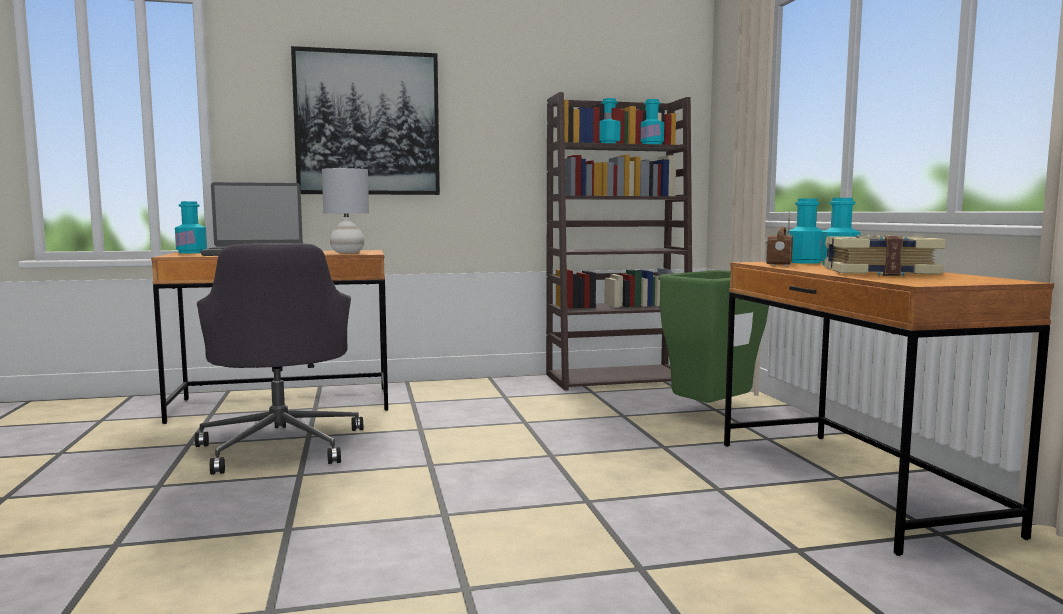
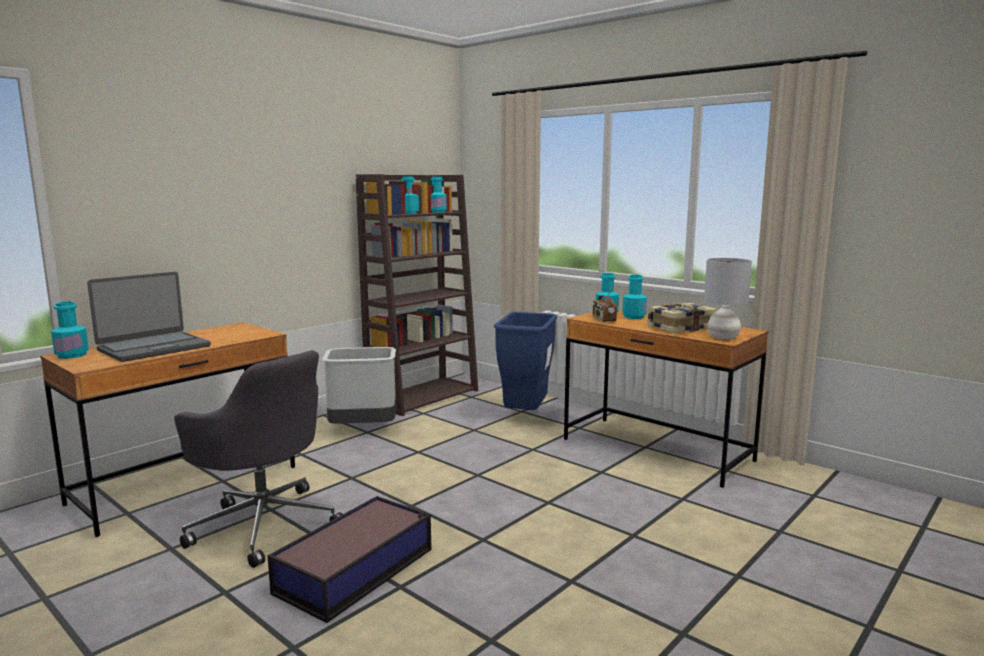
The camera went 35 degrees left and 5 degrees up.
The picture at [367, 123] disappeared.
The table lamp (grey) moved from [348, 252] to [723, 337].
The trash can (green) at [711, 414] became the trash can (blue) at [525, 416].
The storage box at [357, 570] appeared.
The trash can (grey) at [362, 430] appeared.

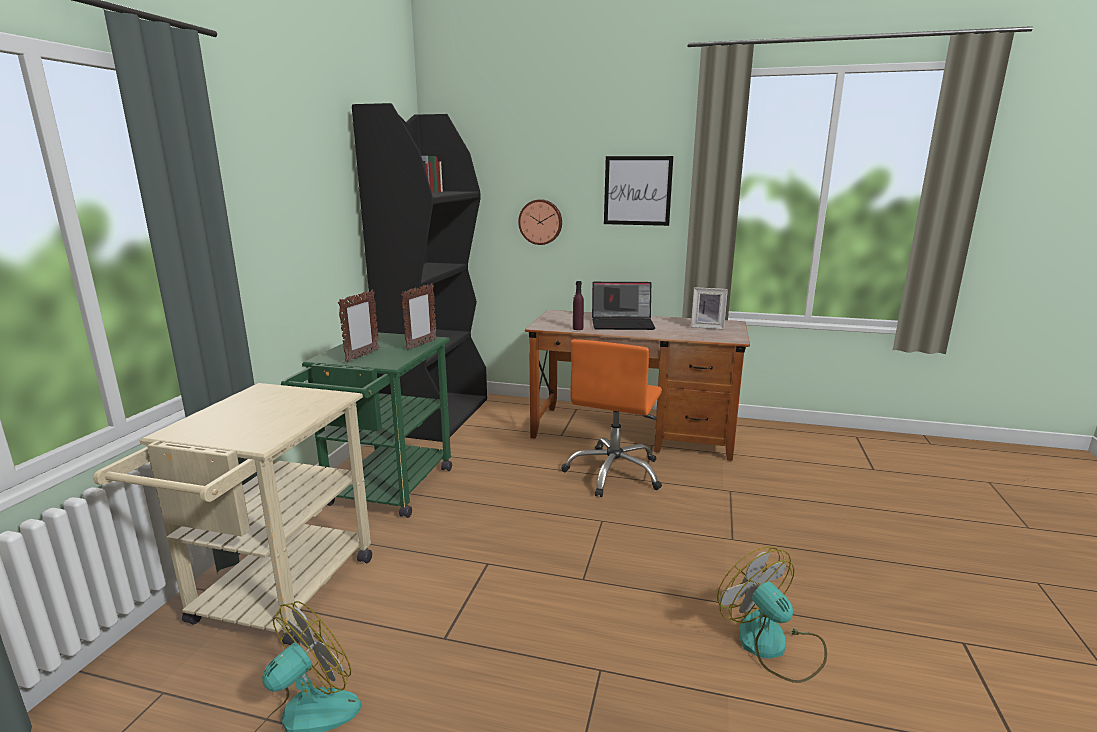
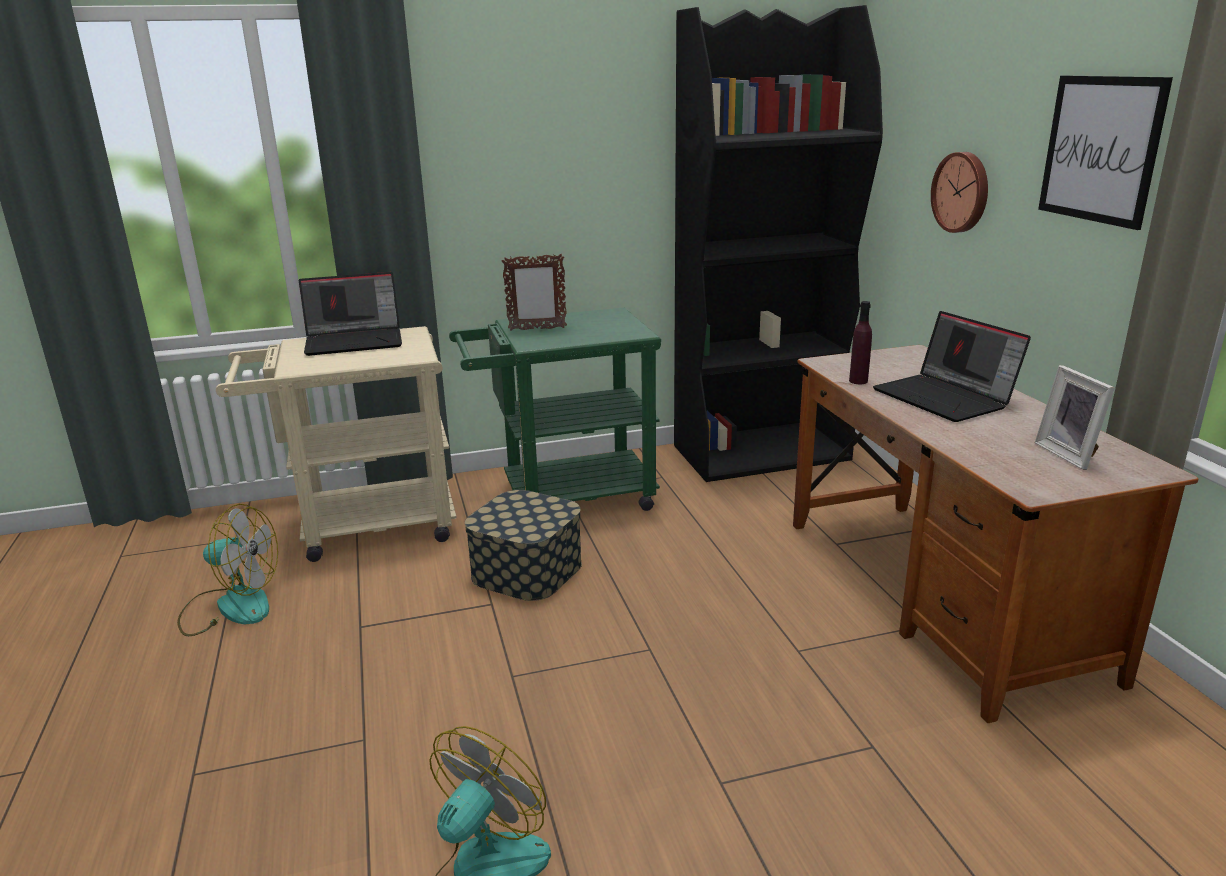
The camera went 60 degrees right and 5 degrees up.
The picture frame at [421, 345] disappeared.
The office chair (orange) at [614, 473] disappeared.
The laptop at [355, 341] appeared.
The storage box at [527, 570] appeared.

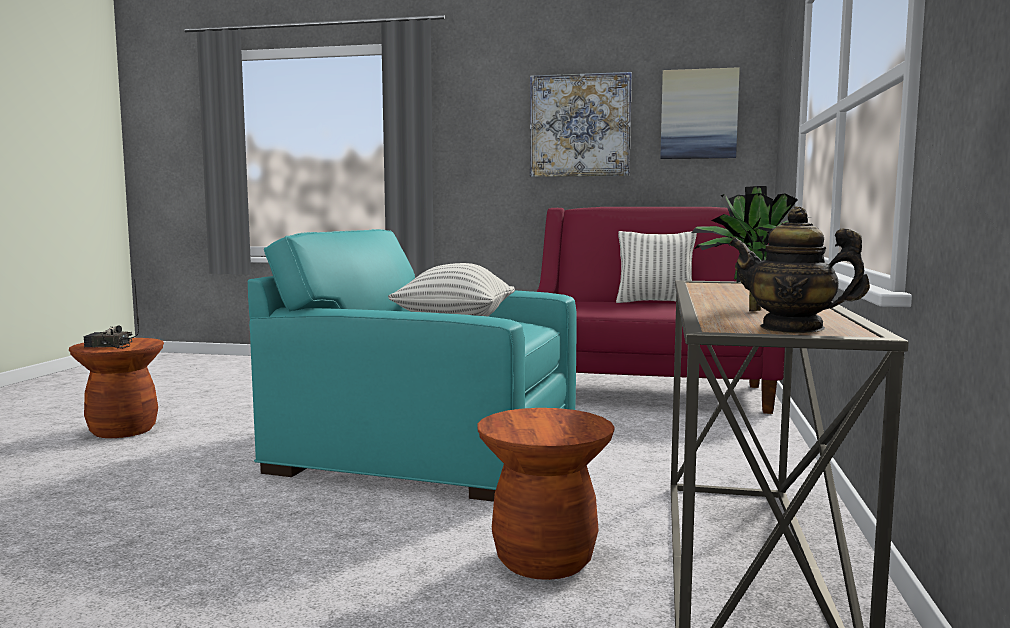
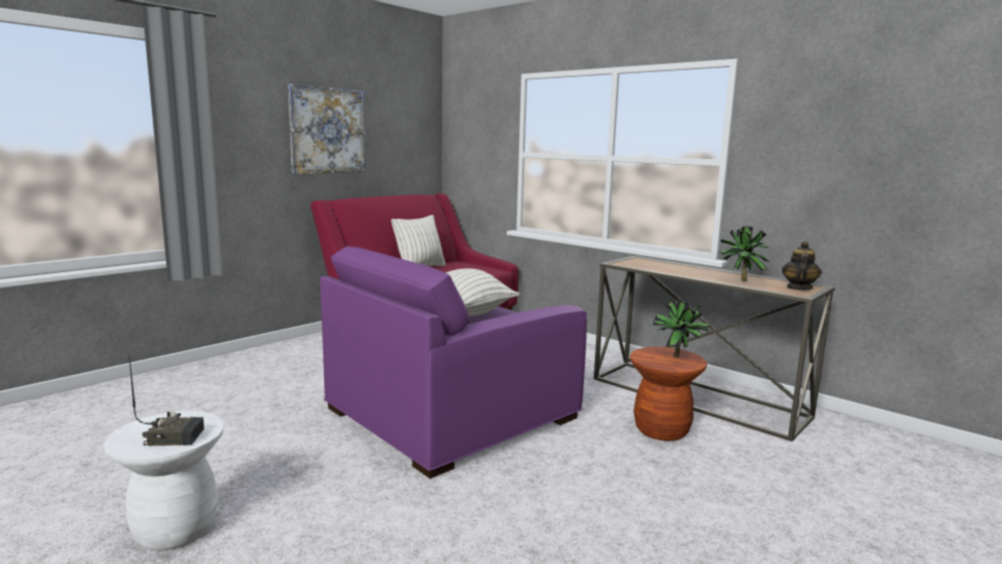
The camera went 60 degrees left and 5 degrees up.
The stool (brown) at [123, 430] became the stool (white) at [176, 530].
The radio at [109, 346] turned 120 degrees counterclockwise.
The armchair (turquoise) at [428, 448] became the armchair (purple) at [451, 413].
The picture at [699, 114] disappeared.
The teapot at [792, 328] turned 150 degrees clockwise.
The potted plant at [679, 358] appeared.

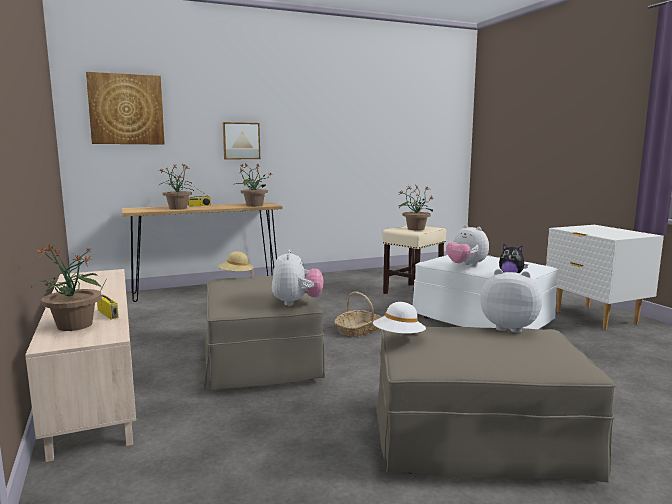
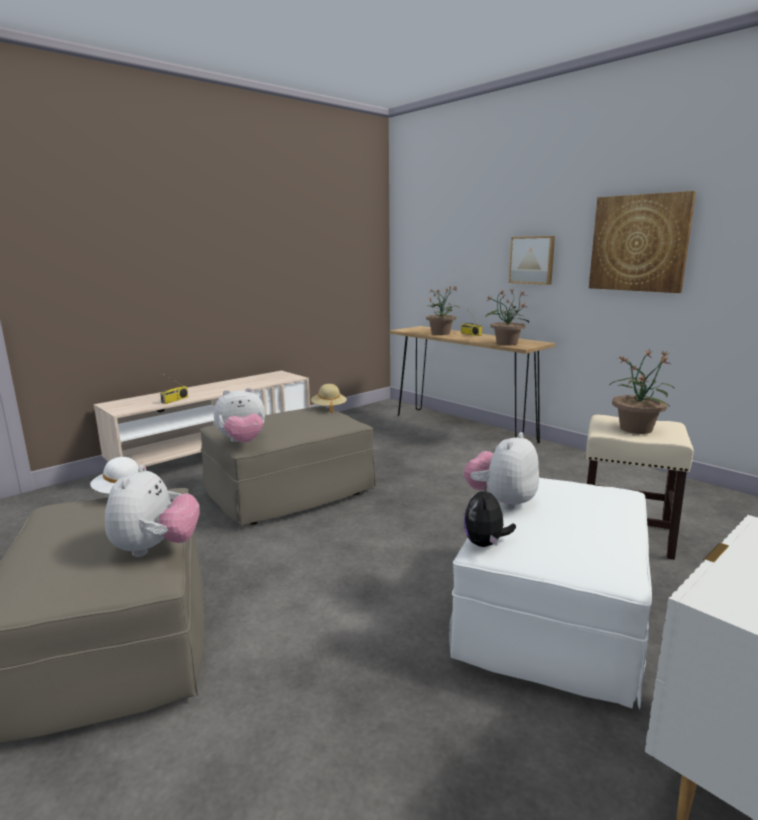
The camera went 70 degrees right and 5 degrees up.
The potted plant at [74, 326] disappeared.
The picture moved from [126, 109] to [639, 243].
The basket at [359, 330] disappeared.

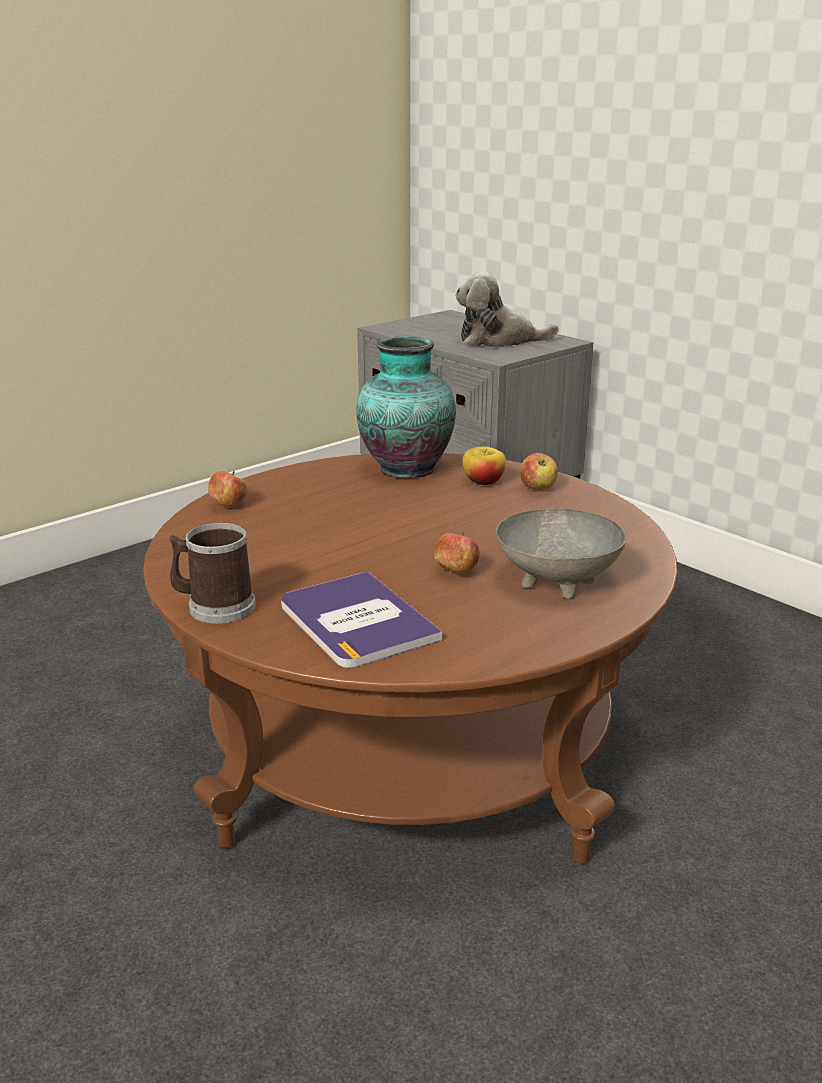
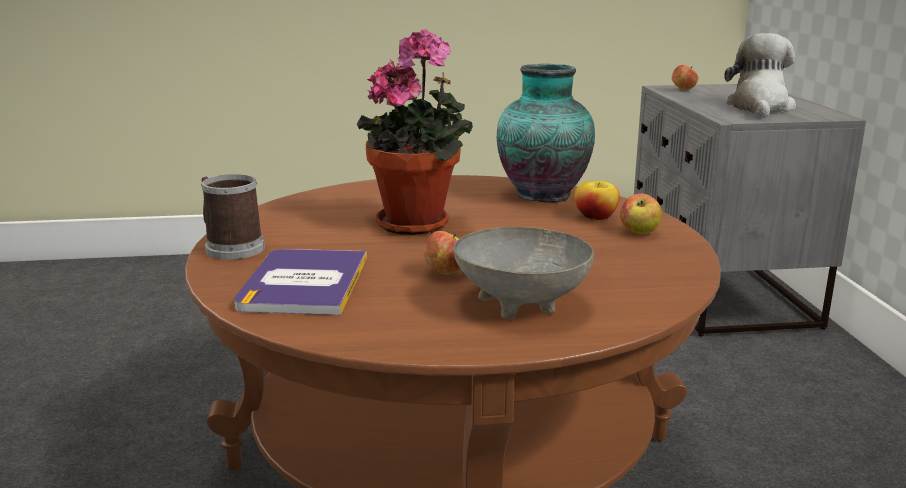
The camera went 35 degrees right and 5 degrees down.
The apple moved from [228, 506] to [683, 90].
The plush toy at [499, 341] turned 75 degrees clockwise.
The potted plant at [419, 223] appeared.

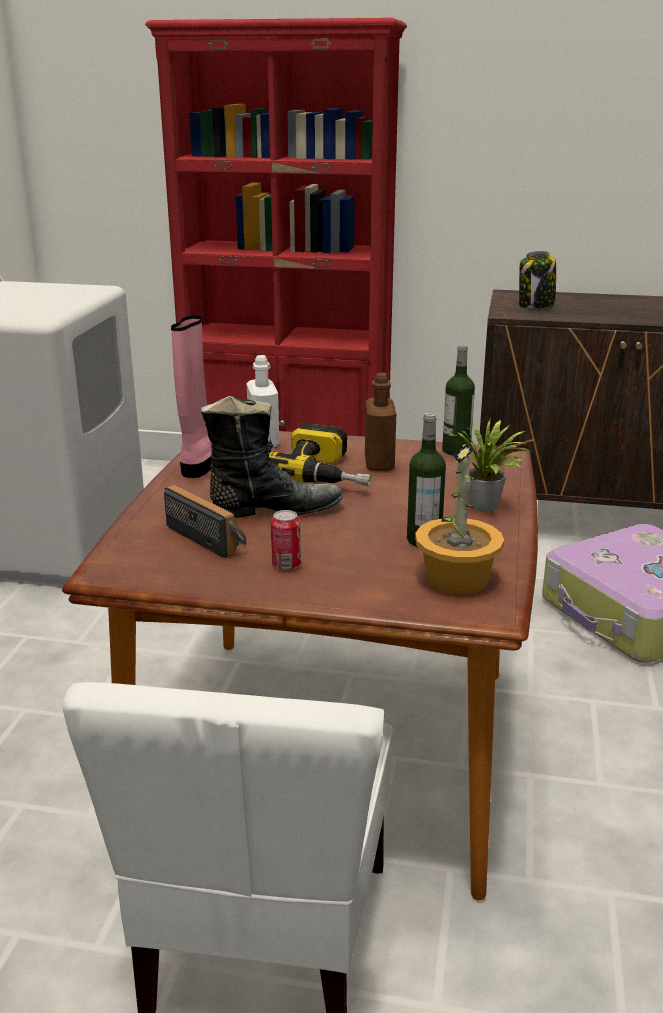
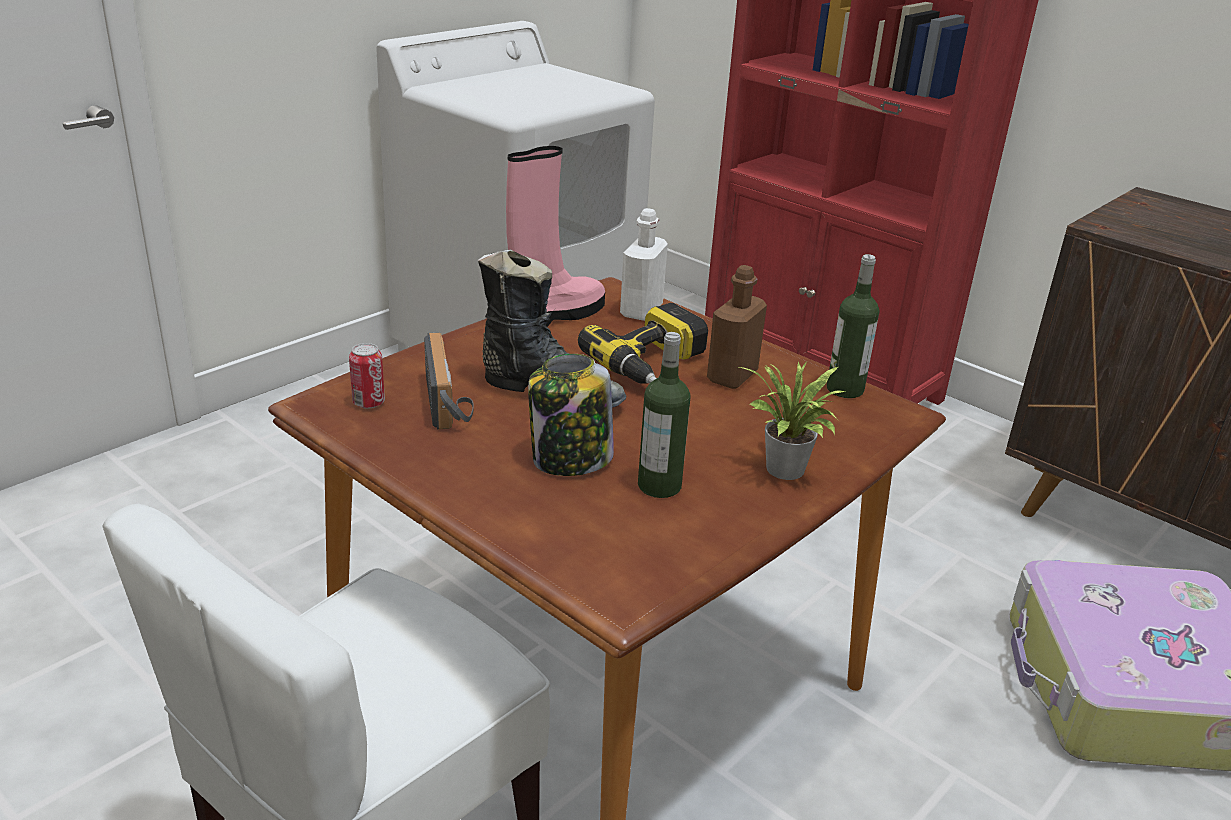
The camera went 30 degrees right and 5 degrees up.
The can moved from [286, 565] to [368, 403].
The potted plant at [457, 579] disappeared.
The jar moved from [536, 305] to [570, 460].

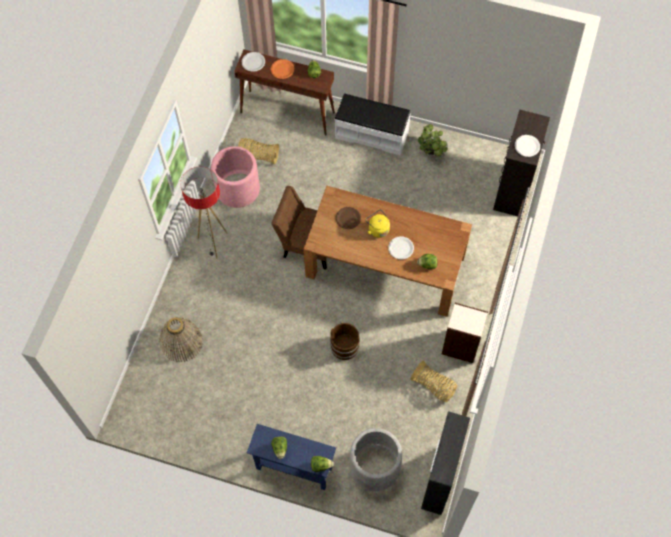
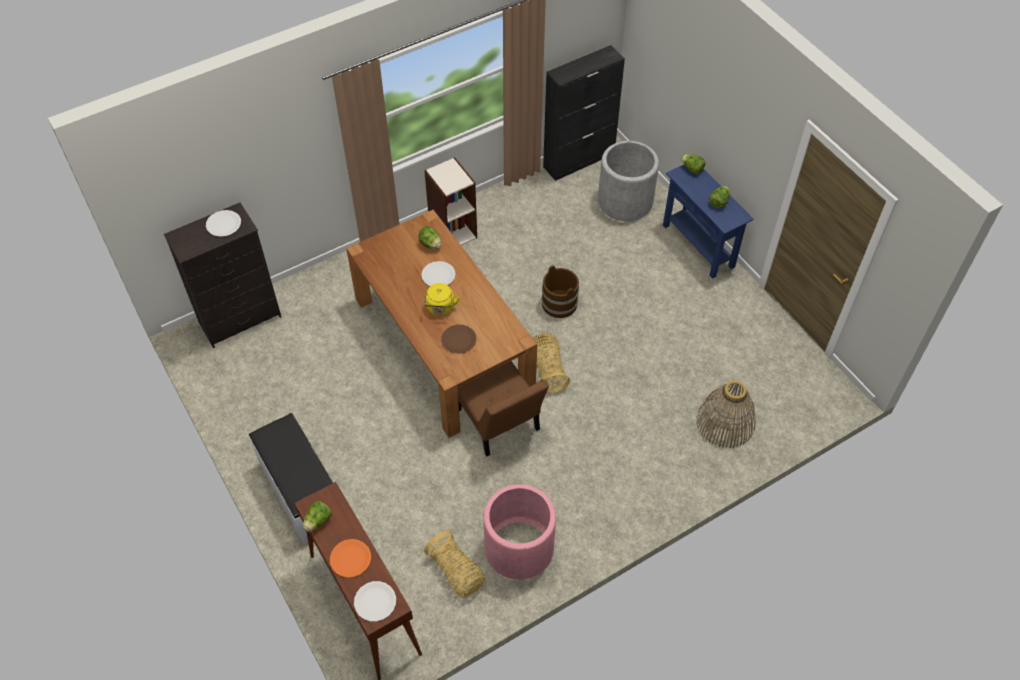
The camera went 140 degrees left and 10 degrees down.
The floor lamp at [213, 243] disappeared.
The basket moved from [433, 386] to [548, 369].
The potted plant at [431, 152] disappeared.

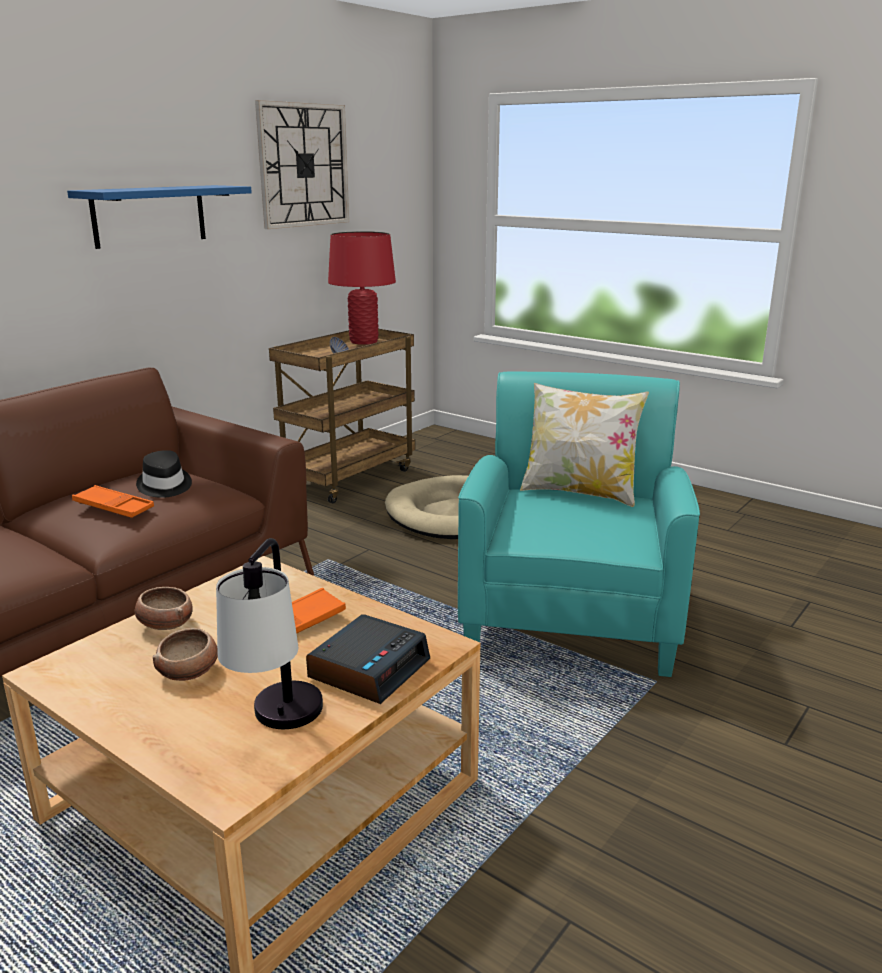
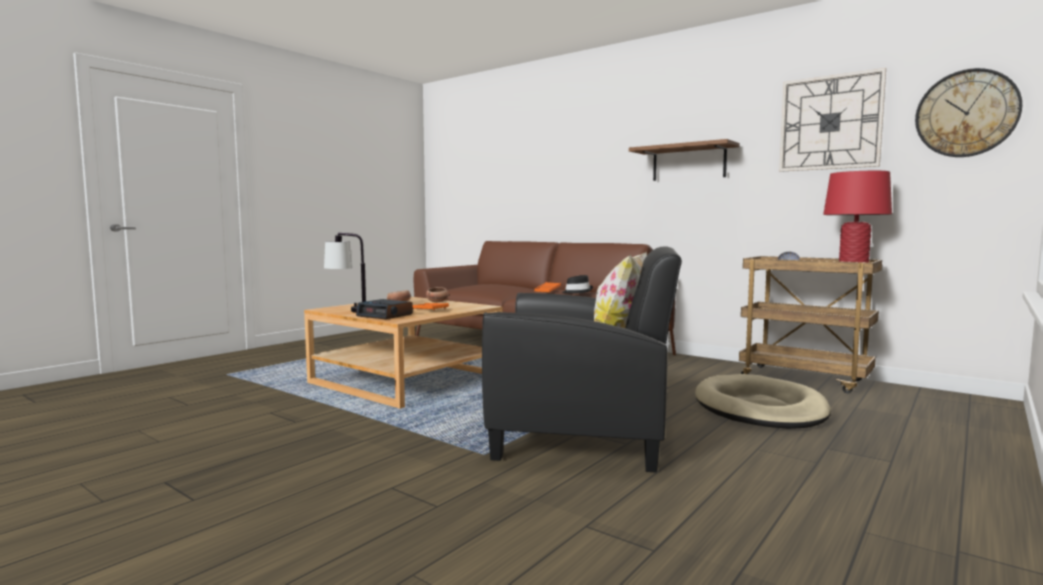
The camera went 90 degrees right and 15 degrees down.
The shelf (blue) at [149, 215] became the shelf (brown) at [689, 163].
The armchair (turquoise) at [571, 616] became the armchair (black) at [582, 436].
The wall clock at [966, 113] appeared.

